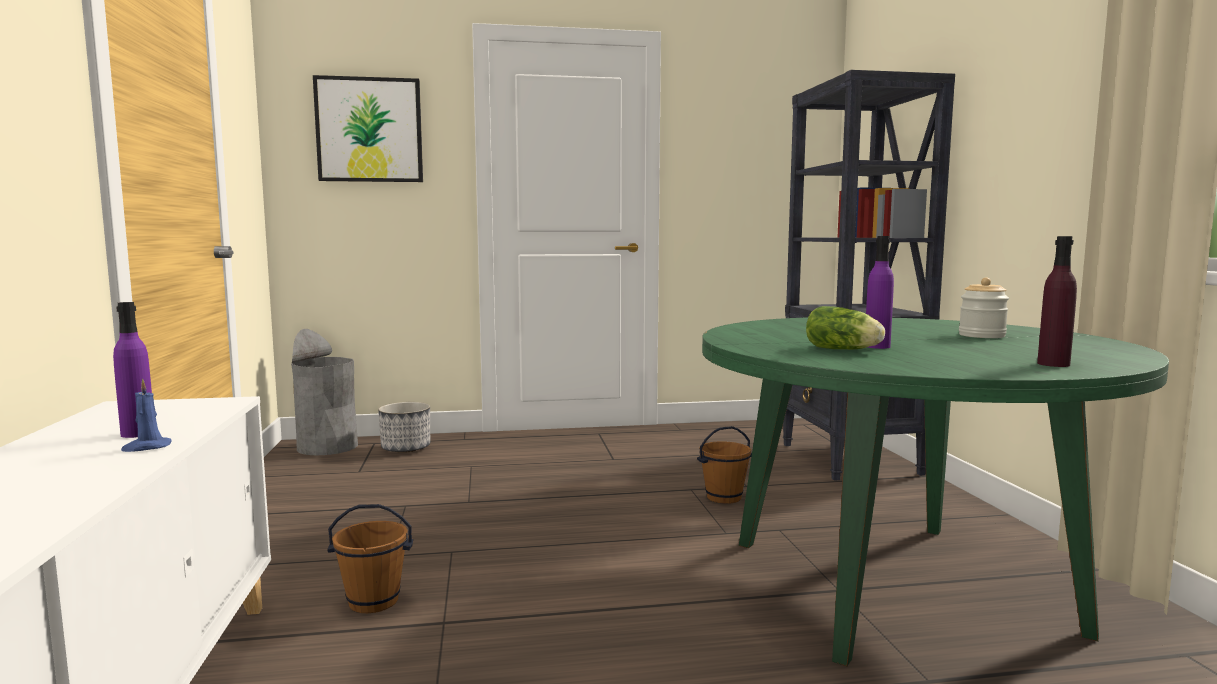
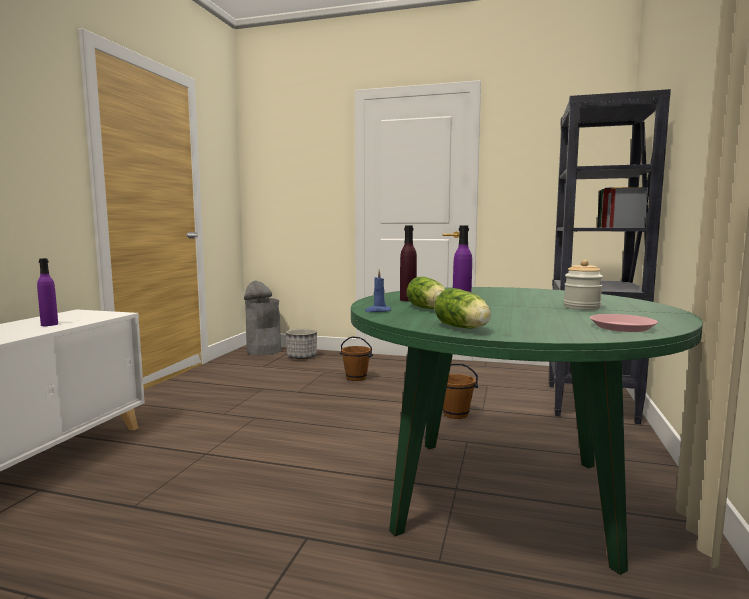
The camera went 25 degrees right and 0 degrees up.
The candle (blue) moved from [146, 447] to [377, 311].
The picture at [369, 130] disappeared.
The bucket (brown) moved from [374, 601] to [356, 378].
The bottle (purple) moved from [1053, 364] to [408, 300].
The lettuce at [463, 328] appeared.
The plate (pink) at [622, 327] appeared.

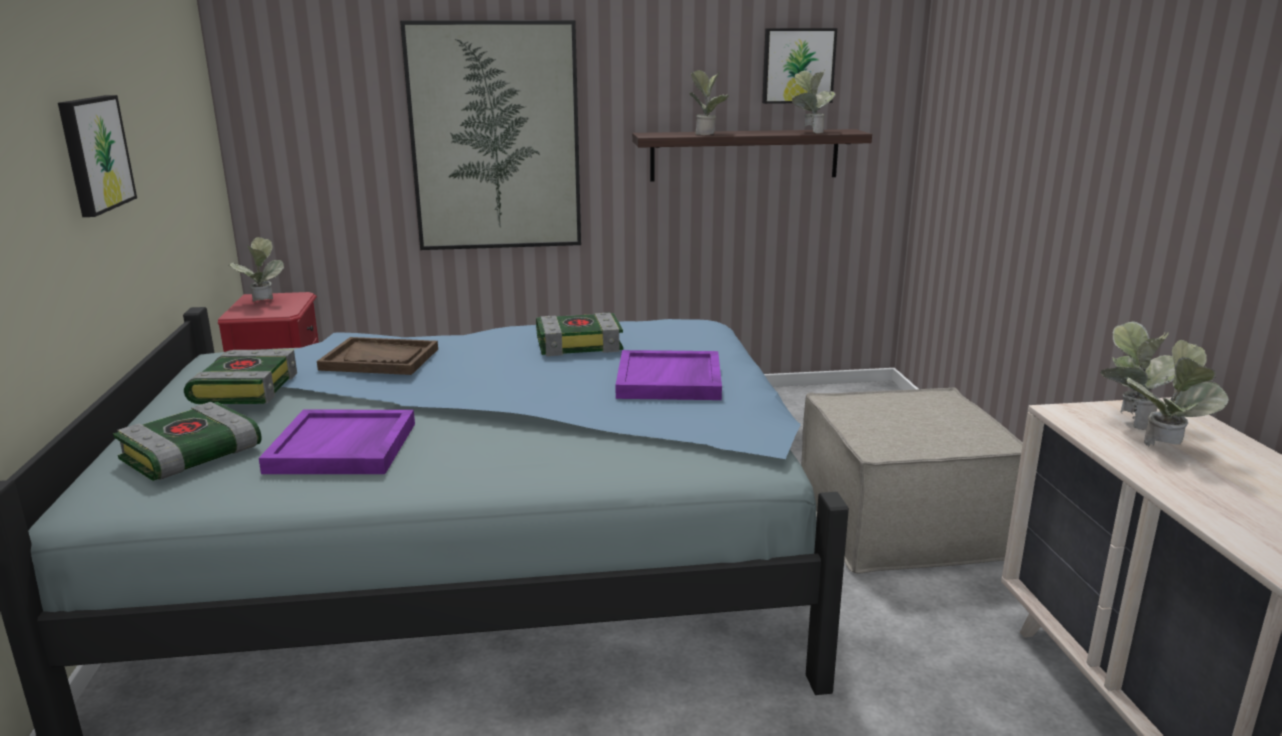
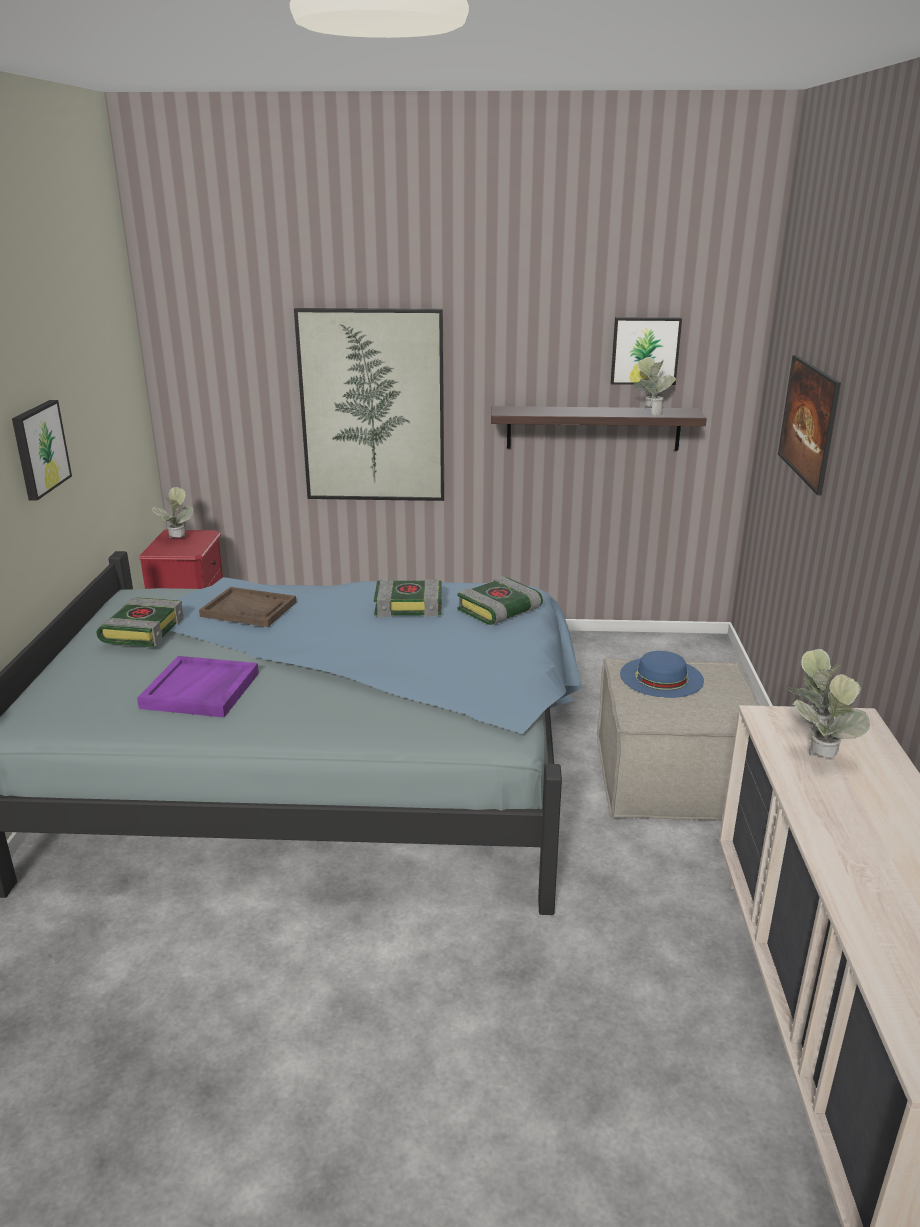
The camera went 10 degrees right and 5 degrees up.
The book moved from [190, 456] to [499, 611].
The tray (purple) at [670, 380] disappeared.
The potted plant at [708, 134] disappeared.
The hat (blue) at [661, 677] appeared.
The picture at [804, 448] appeared.

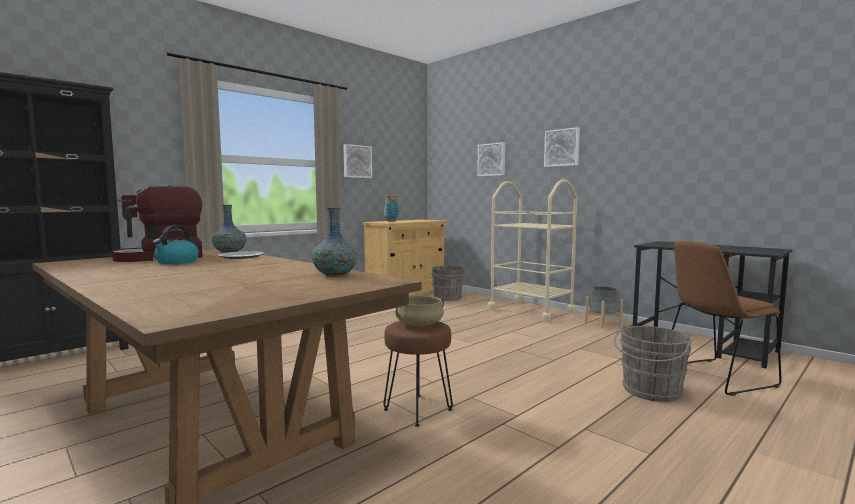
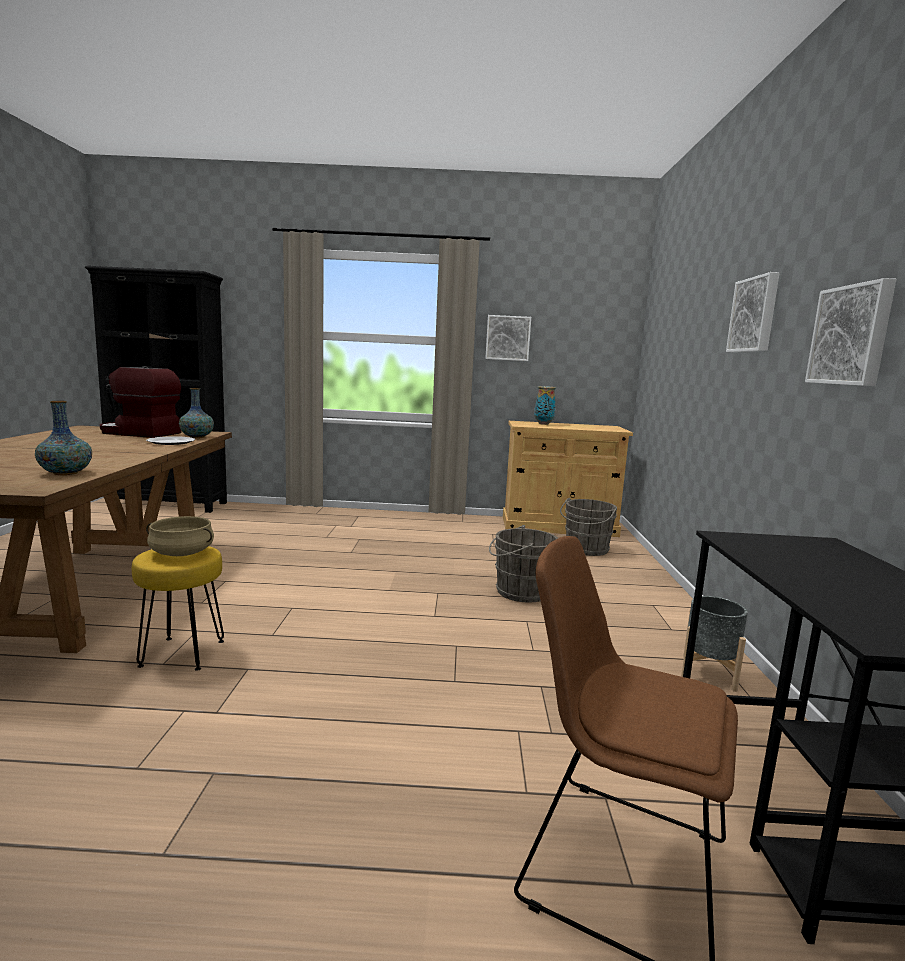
The camera went 45 degrees right and 5 degrees up.
The kettle at [176, 262] disappeared.
The stool (brown) at [418, 410] became the stool (yellow) at [183, 653].
The picture moved from [492, 159] to [852, 335].
The cart (beige) at [531, 311] disappeared.
The bucket (grey) moved from [650, 391] to [519, 591].

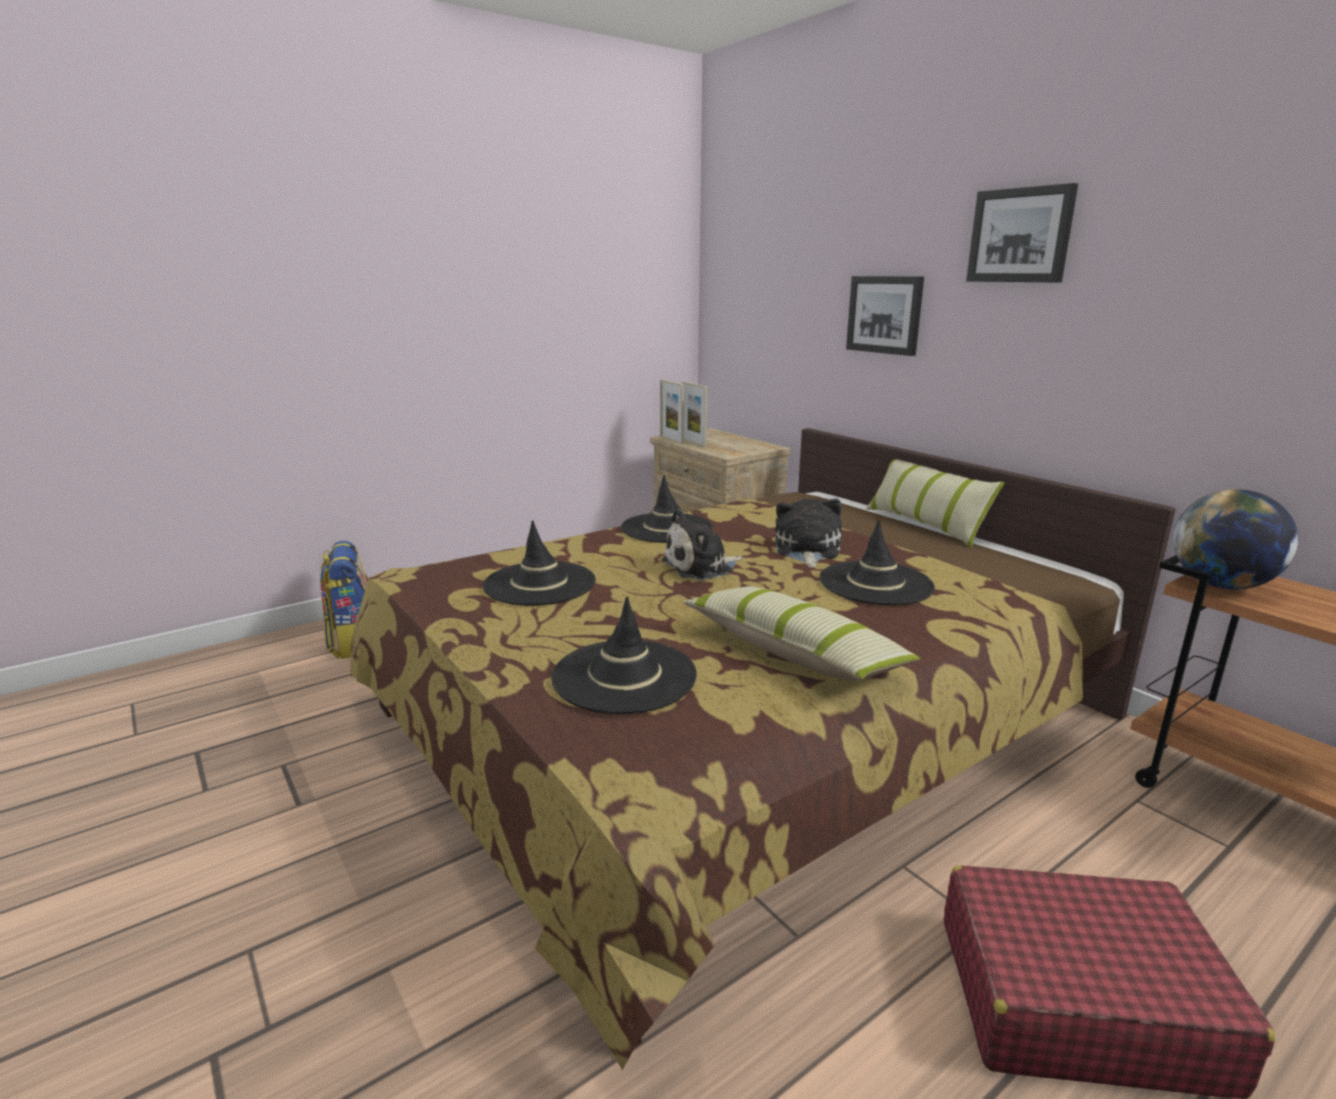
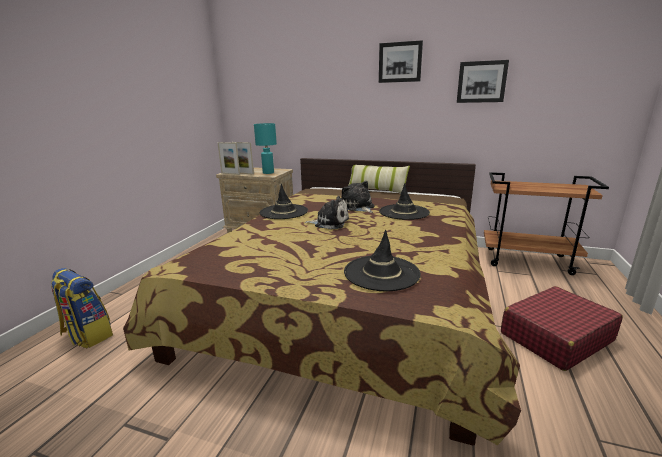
The camera went 35 degrees left and 0 degrees up.
The hat (black) at [540, 584] disappeared.
The plush toy at [701, 567] turned 105 degrees counterclockwise.
The pillow at [794, 652] disappeared.
The picture moved from [885, 314] to [481, 82].
The globe at [1221, 585] disappeared.
The table lamp (turquoise) at [268, 173] appeared.

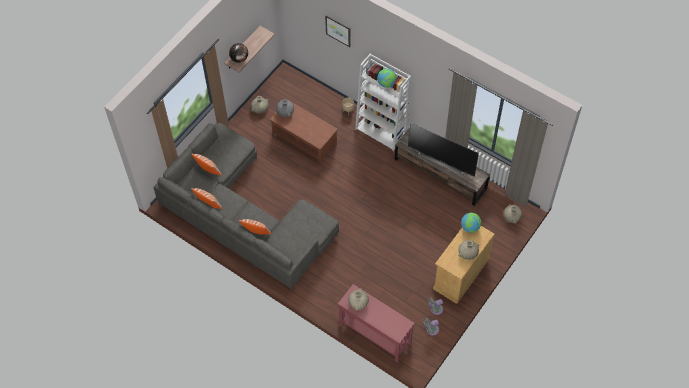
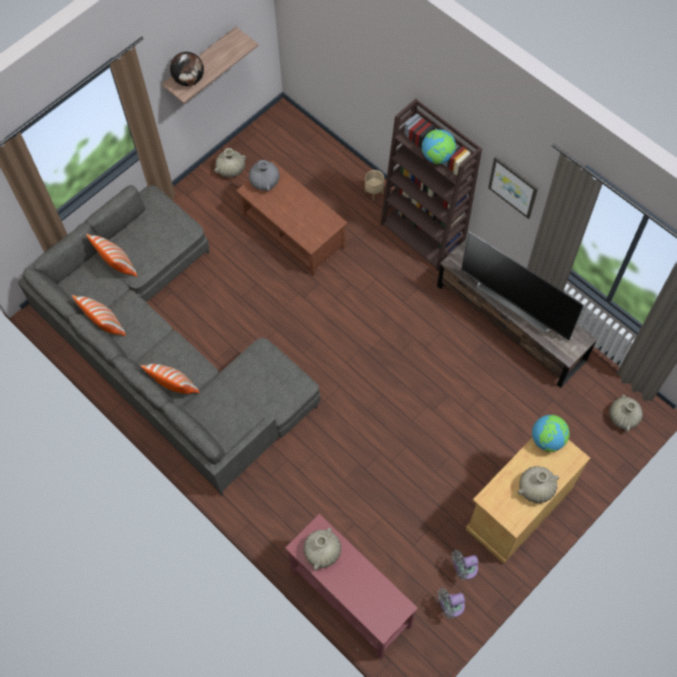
The camera went 10 degrees right and 5 degrees up.
The picture moved from [338, 30] to [513, 187].
The bookcase (white) at [381, 131] became the bookcase (brown) at [423, 234].

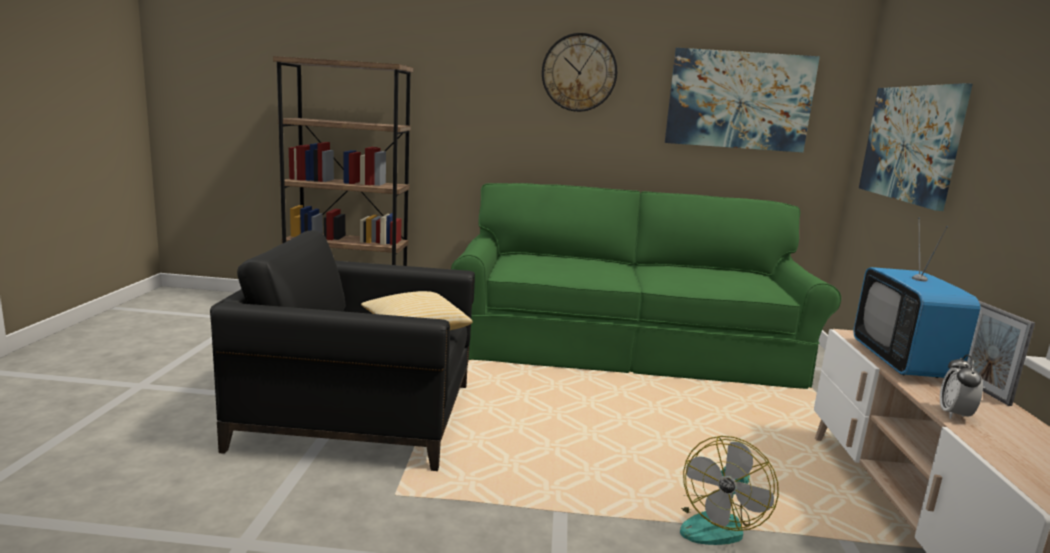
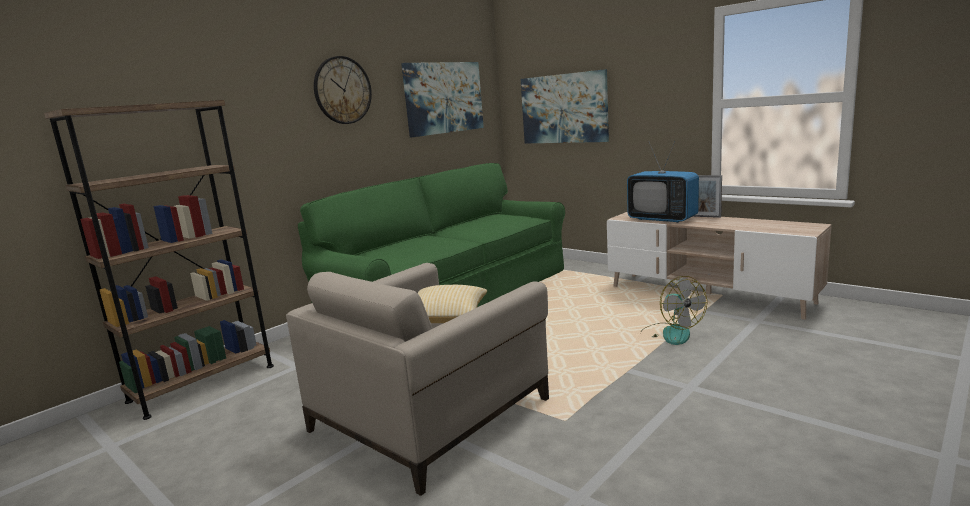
The camera went 50 degrees left and 0 degrees up.
The armchair (black) at [359, 415] became the armchair (beige) at [431, 414].
The alarm clock at [954, 414] disappeared.

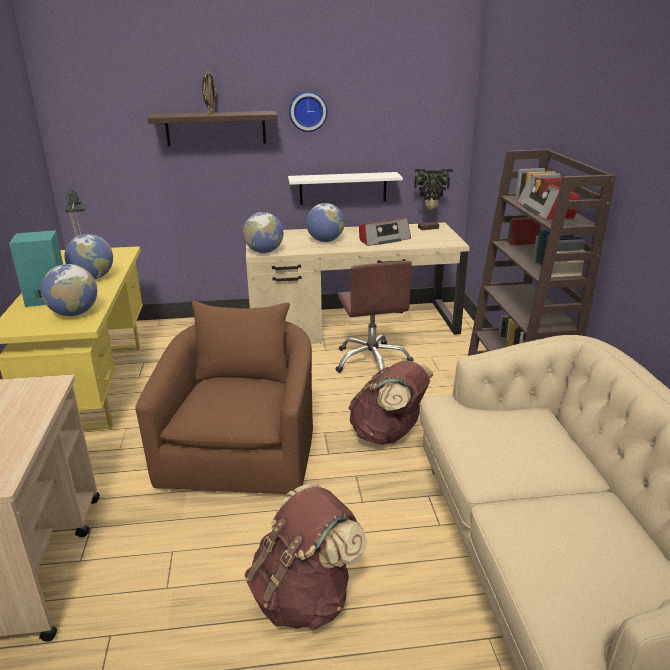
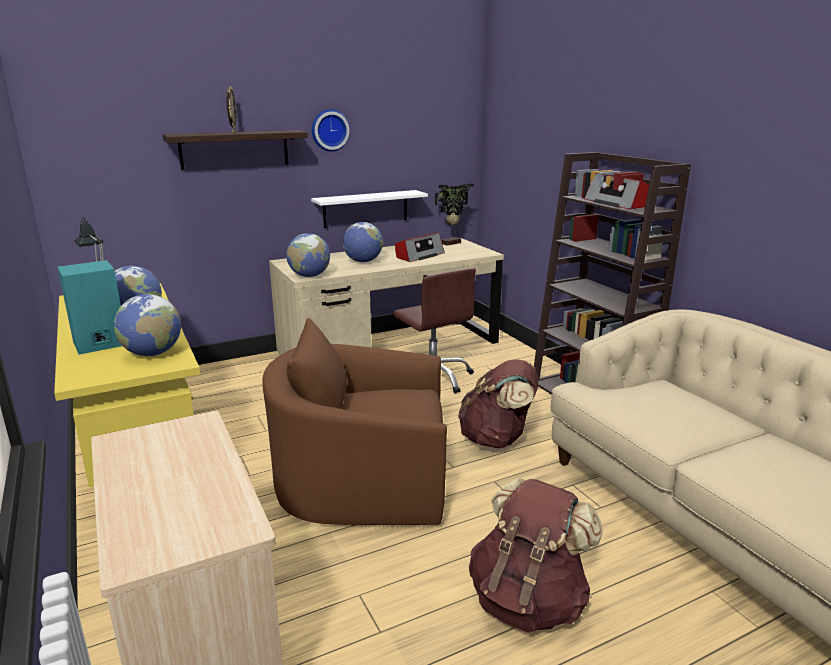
The camera went 20 degrees left and 5 degrees down.
The armchair (brown) at [242, 450] turned 75 degrees counterclockwise.

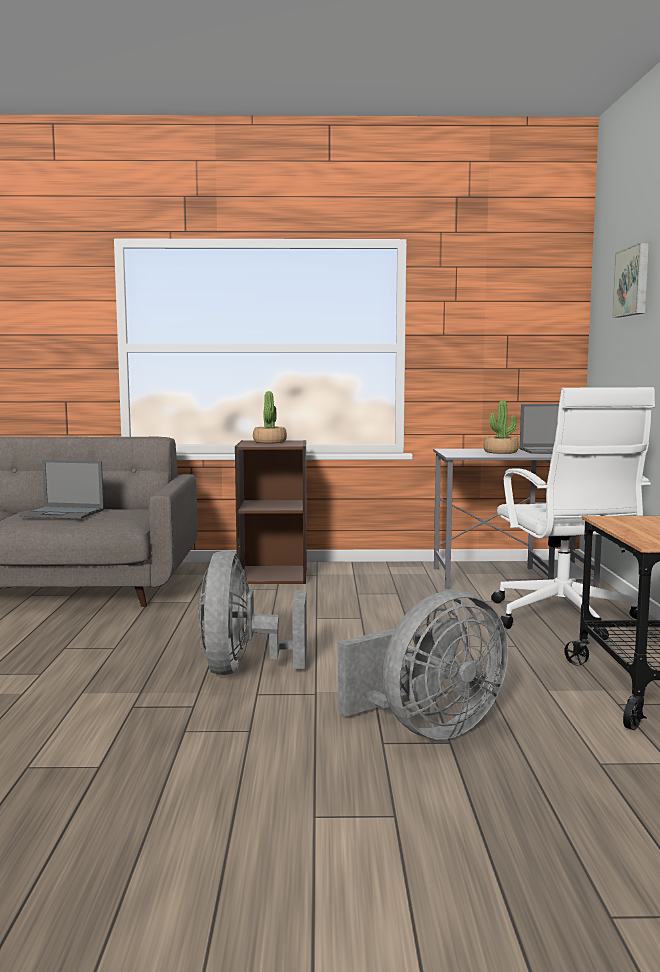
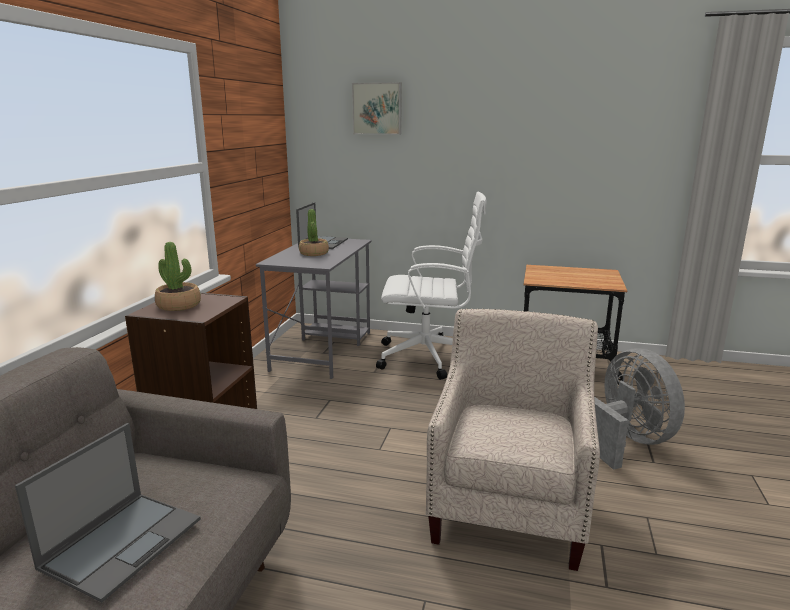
The camera went 75 degrees left and 10 degrees up.
The fan (grey) at [242, 669] was replaced by the armchair (beige) at [510, 507].

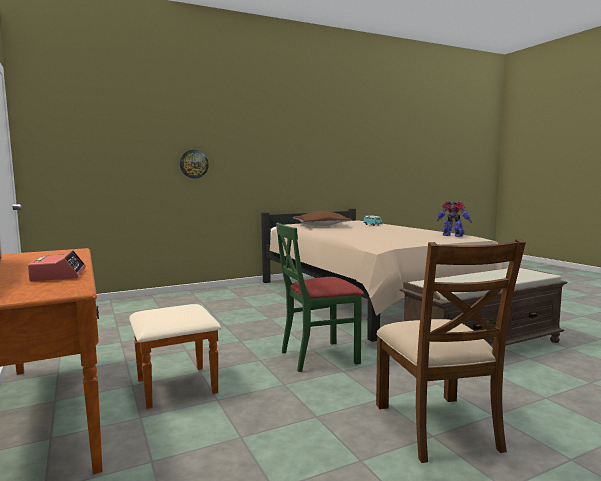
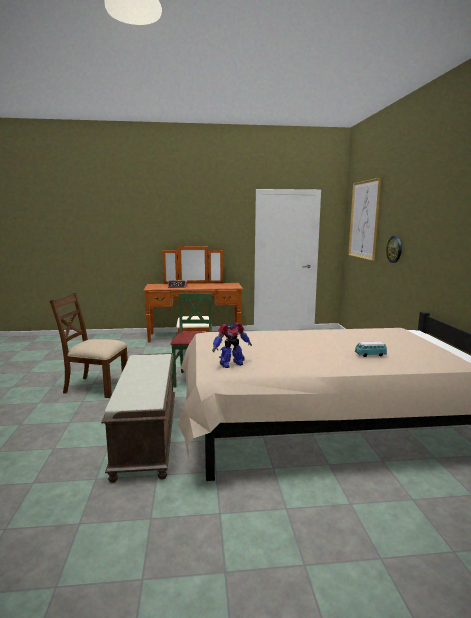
The camera went 110 degrees right and 5 degrees up.
The pillow (brown) at [321, 226] disappeared.
The picture at [364, 220] appeared.

